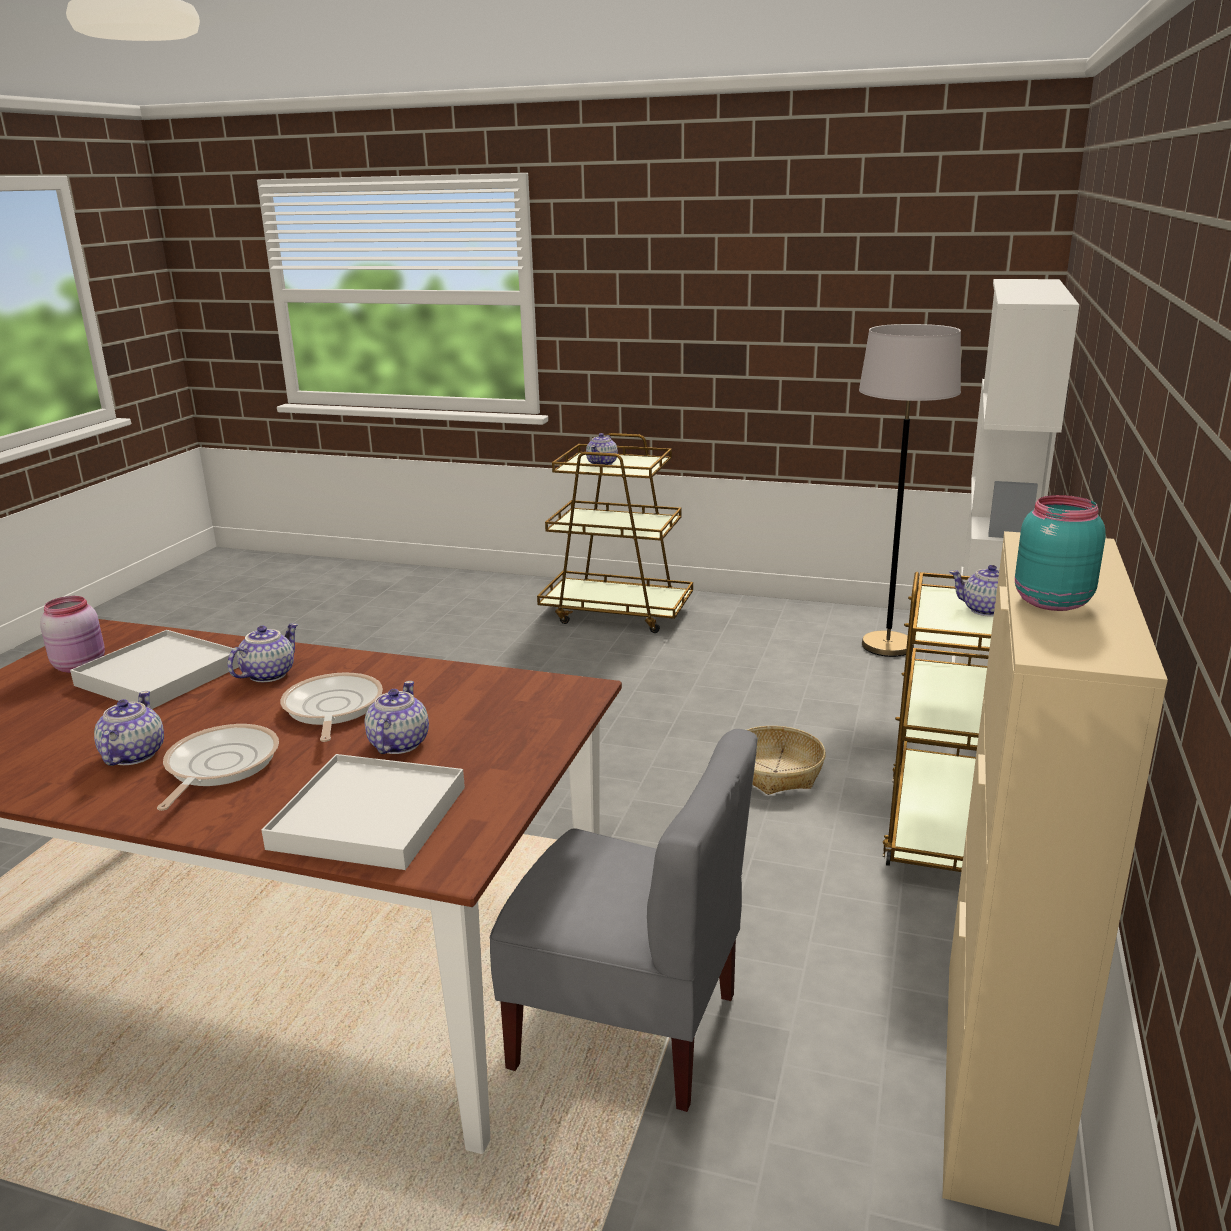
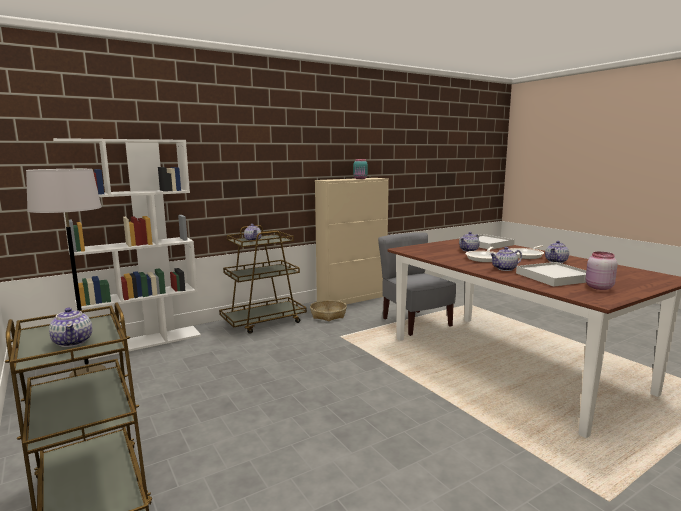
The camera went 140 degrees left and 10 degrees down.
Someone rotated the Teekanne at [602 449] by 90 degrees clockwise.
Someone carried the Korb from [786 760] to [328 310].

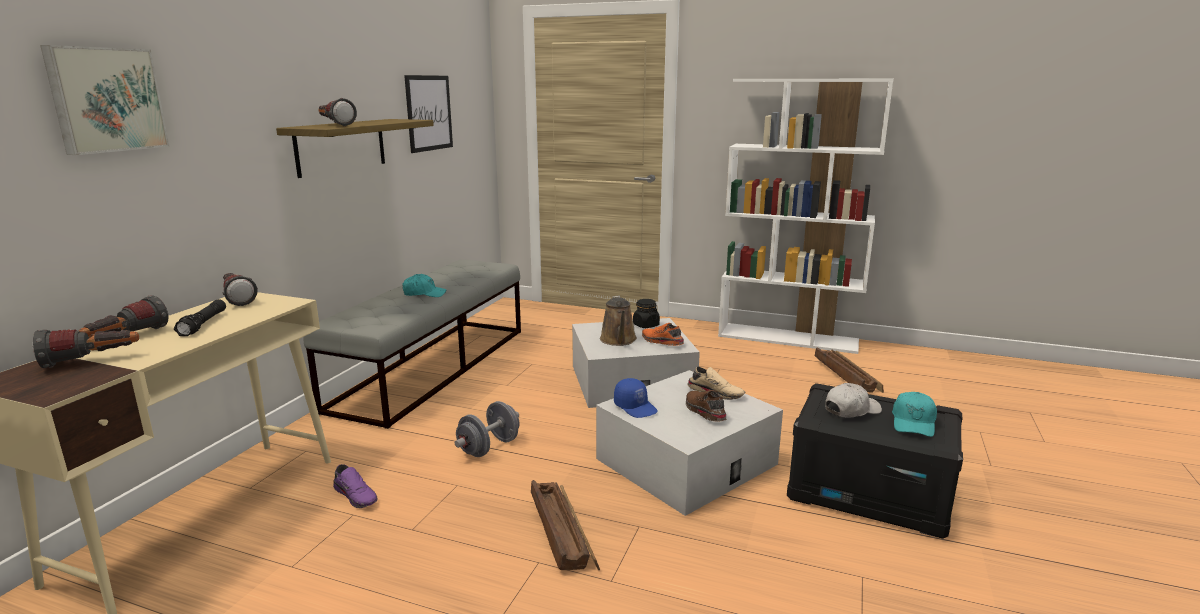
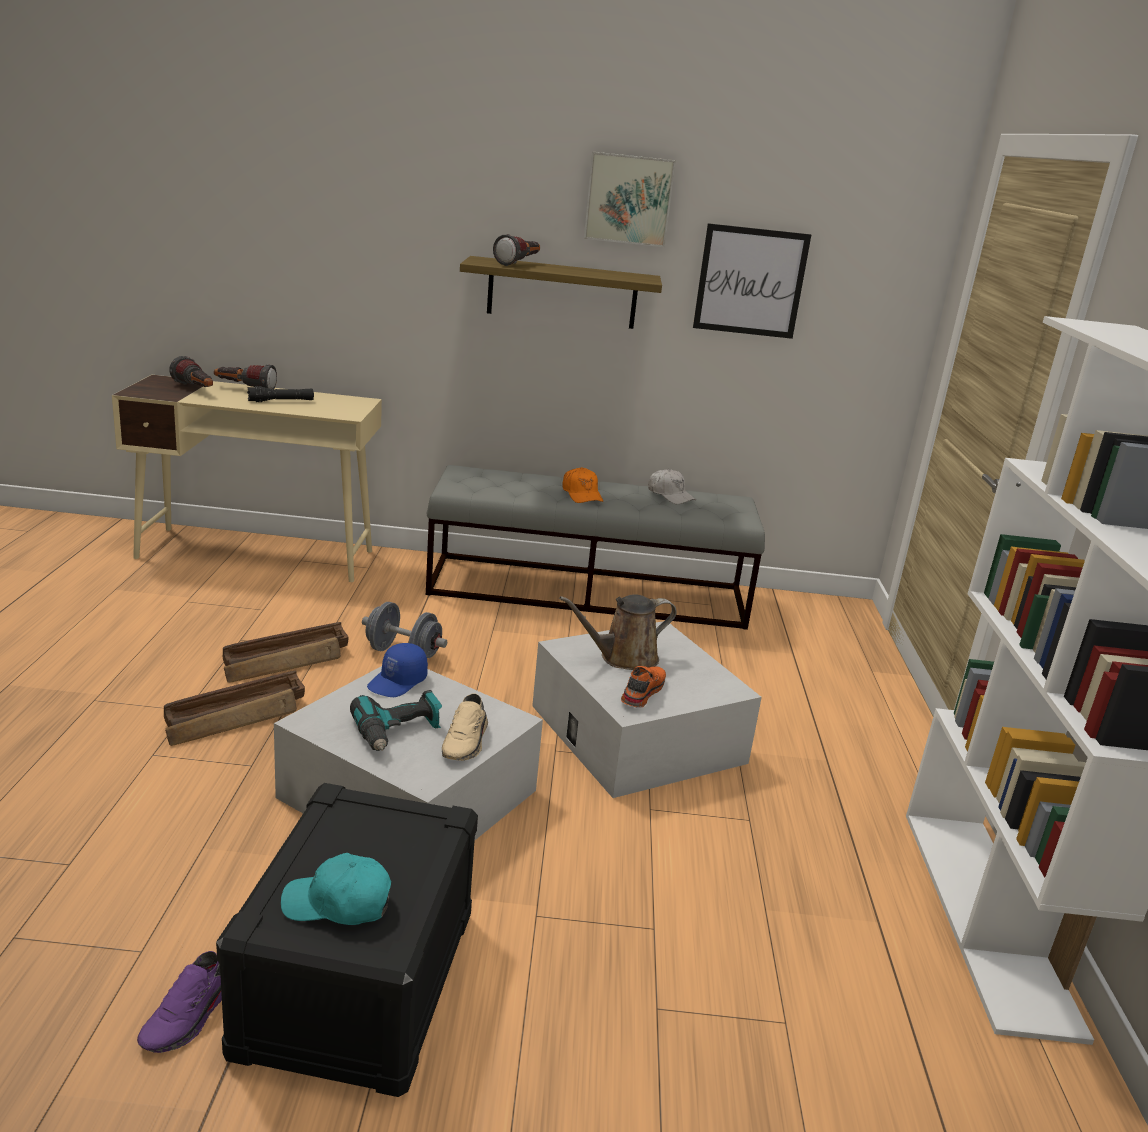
The camera went 70 degrees right and 5 degrees up.
Someone carried the Bild from [104 100] to [630 199].
Someone took away the Taschenlampe at [240 289].
Someone repainted the Kappe (türkis) at [424 285], which became the Kappe (orange) at [582 485].
Someone took away the Vorratsglas (schwarz) at [646 313].
Someone carried the Kiste from [849 370] to [285 652].
Someone carried the Kappe (weiß) from [853 400] to [672 486].
Someone swapped the Schuh (braun) at [706 406] for the Bohrmaschine at [396 720].
Someone carried the Schuh (lila) from [355 486] to [179 1002].

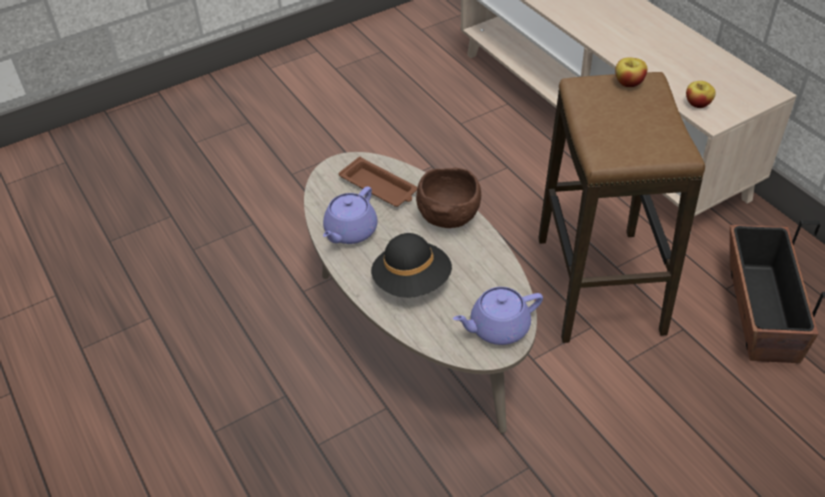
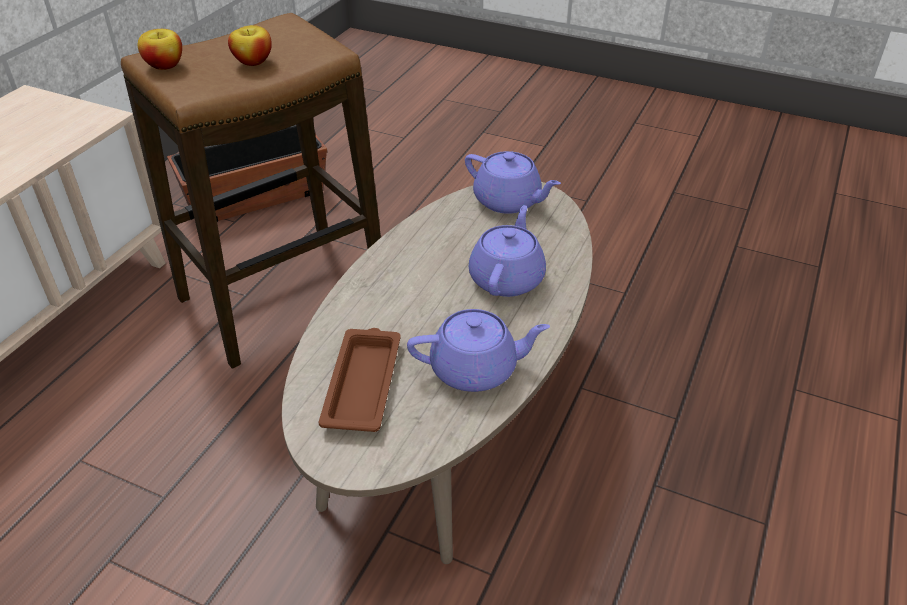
The camera went 125 degrees left and 5 degrees down.
Someone carried the Apfel from [701 94] to [250 45].
Someone took away the Schüssel (braun) at [448 197].
Someone swapped the Hut (schwarz) at [411 265] for the Teekanne (lila) at [507 251].

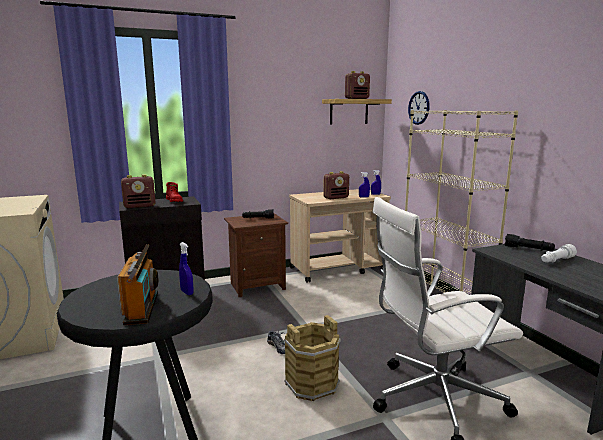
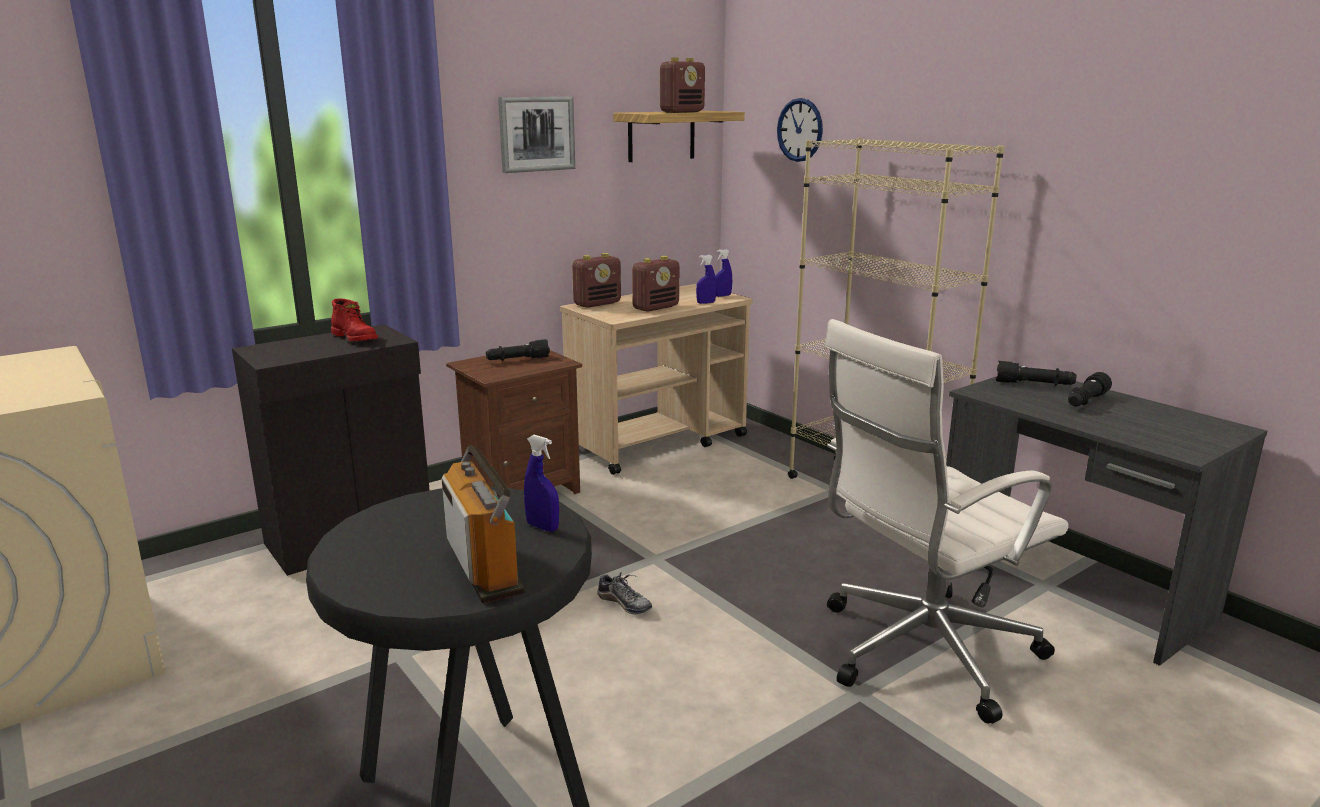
The camera went 15 degrees left and 5 degrees up.
Someone carried the Radio from [138 191] to [596 280].
Someone repainted the Taschenlampe (weiß) at [559 253], which became the Taschenlampe (schwarz) at [1090 389].
Someone took away the Eimer (braun) at [312 358].
Someone put up the Bild at [536 135].

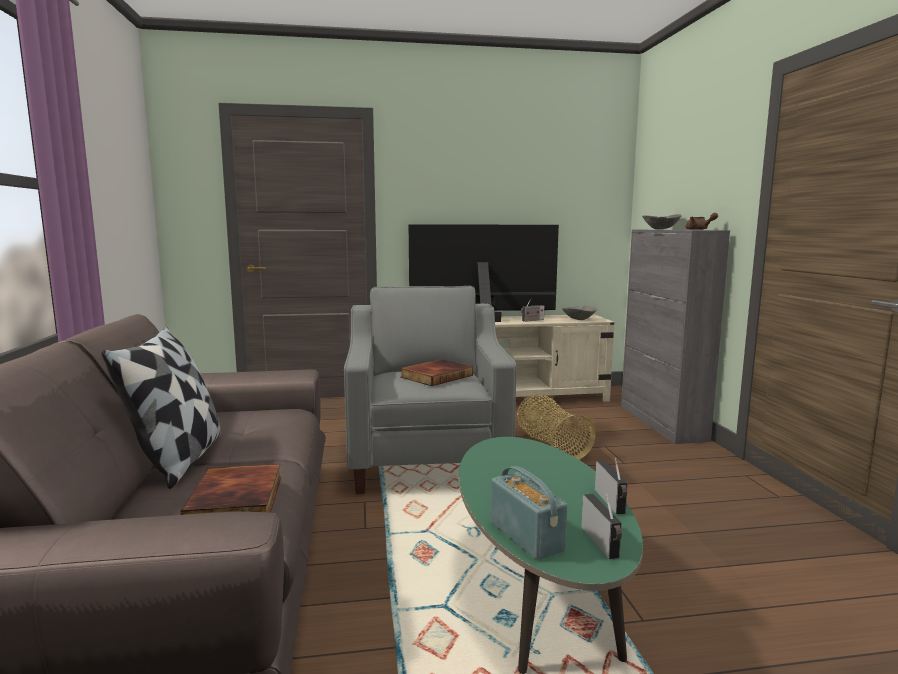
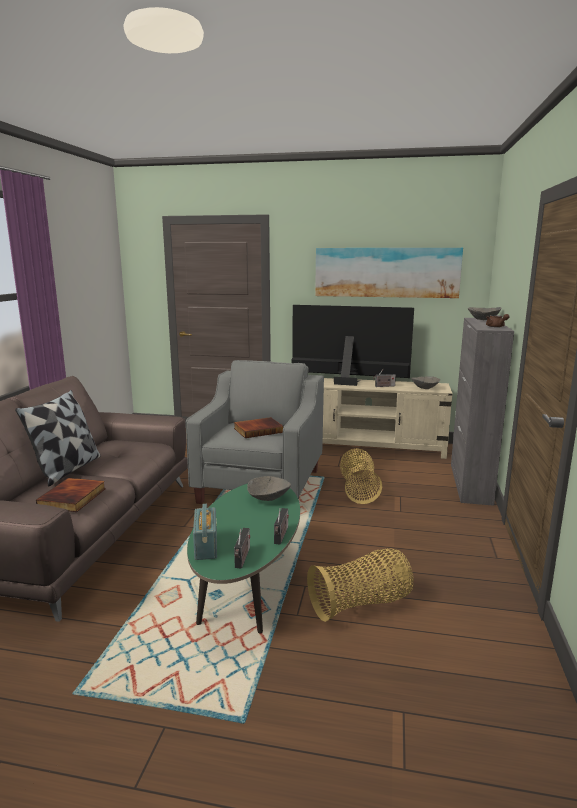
The camera went 20 degrees right and 5 degrees up.
Someone put up the Bild at [389 273].
Someone put down the Schüssel (grau) at [269 488].
Someone put down the Korb at [360 585].

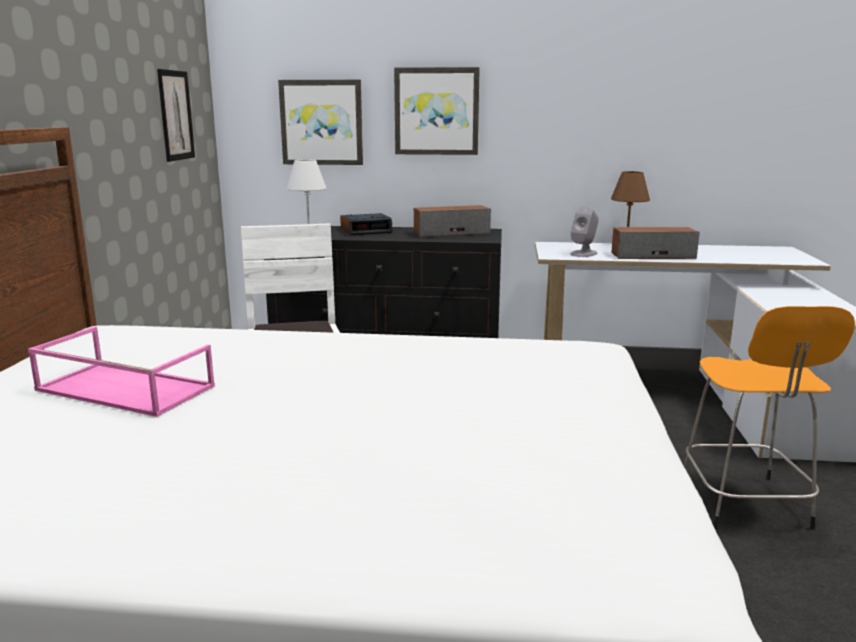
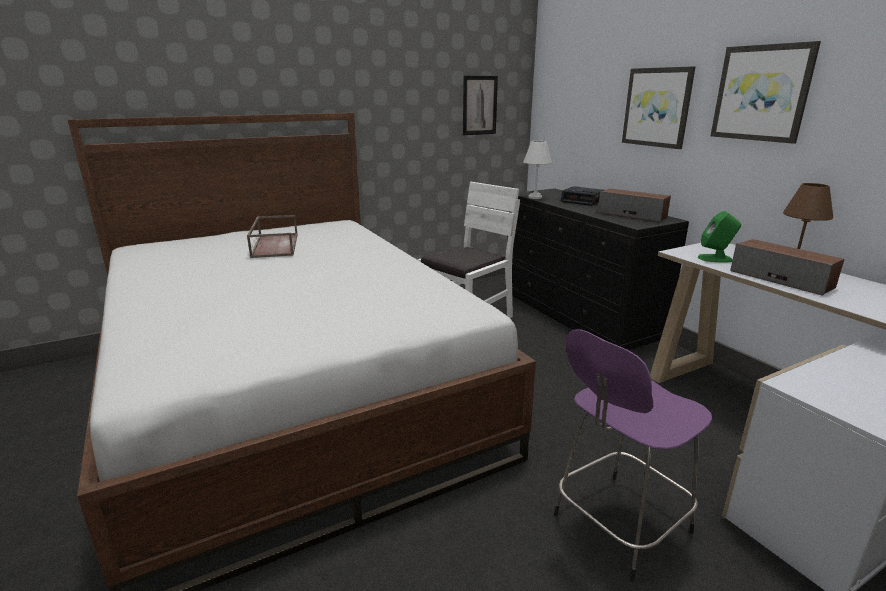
The camera went 55 degrees right and 5 degrees up.
Someone carried the Bild from [320 122] to [766 92].
Someone repainted the Lautsprecher (grau) at [584 231], which became the Lautsprecher (grün) at [719 236].
Someone repainted the Hocker (orange) at [769 418], which became the Hocker (lila) at [633 455].
Someone repainted the Tablett (rosa) at [121 372], which became the Tablett (braun) at [272 236].

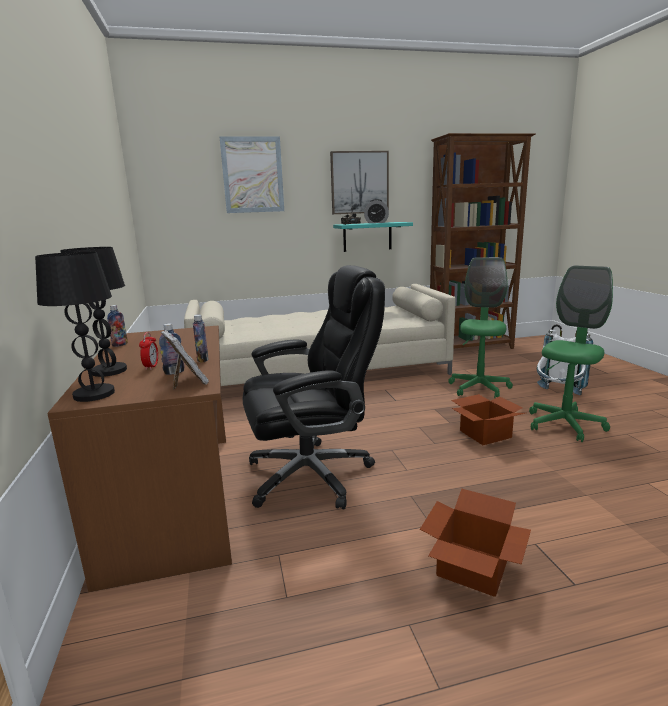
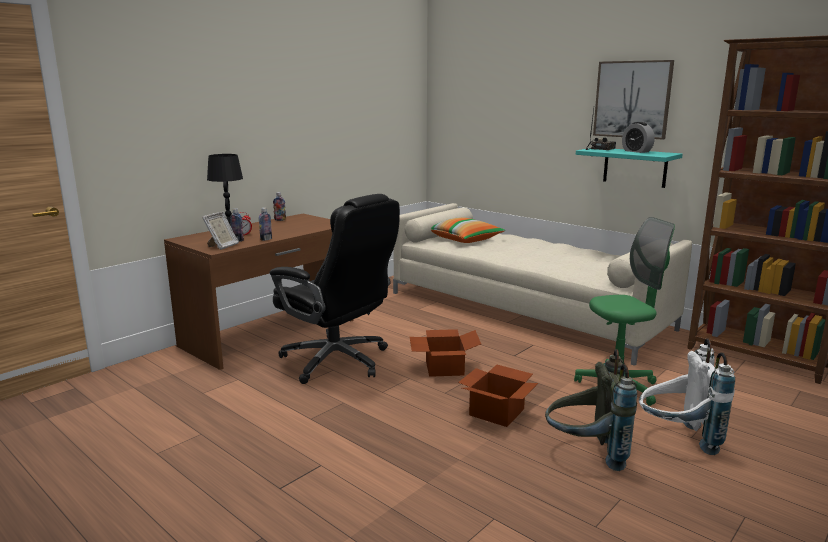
The camera went 55 degrees right and 0 degrees up.
Someone took away the Bild at [252 175].
Someone took away the Tischlampe (schwarz) at [75 327].
Someone swapped the Bürostuhl (grün) at [571 354] for the Rucksack (grau) at [591 410].
Someone carried the Karton from [475 543] to [445 353].
Someone put down the Kissen at [468 230].

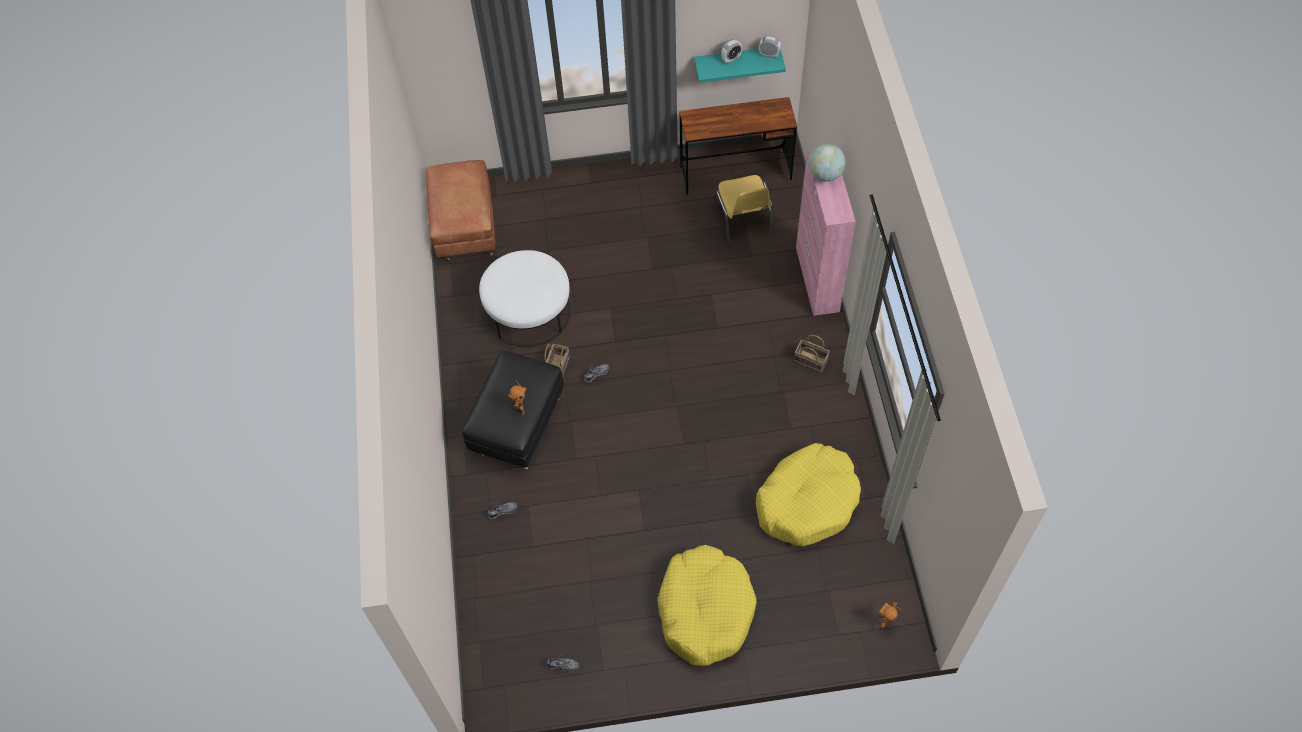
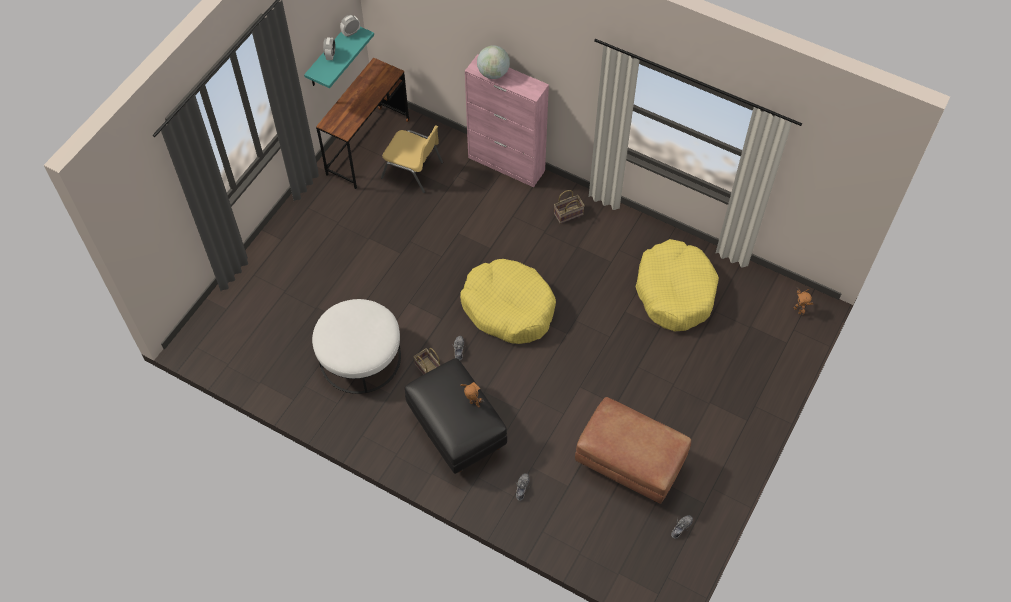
The camera went 55 degrees left and 0 degrees up.
Someone carried the Polsterhocker (braun) from [460 211] to [633 450].
Someone carried the Hundebett (gelb) from [706 605] to [508 301].

